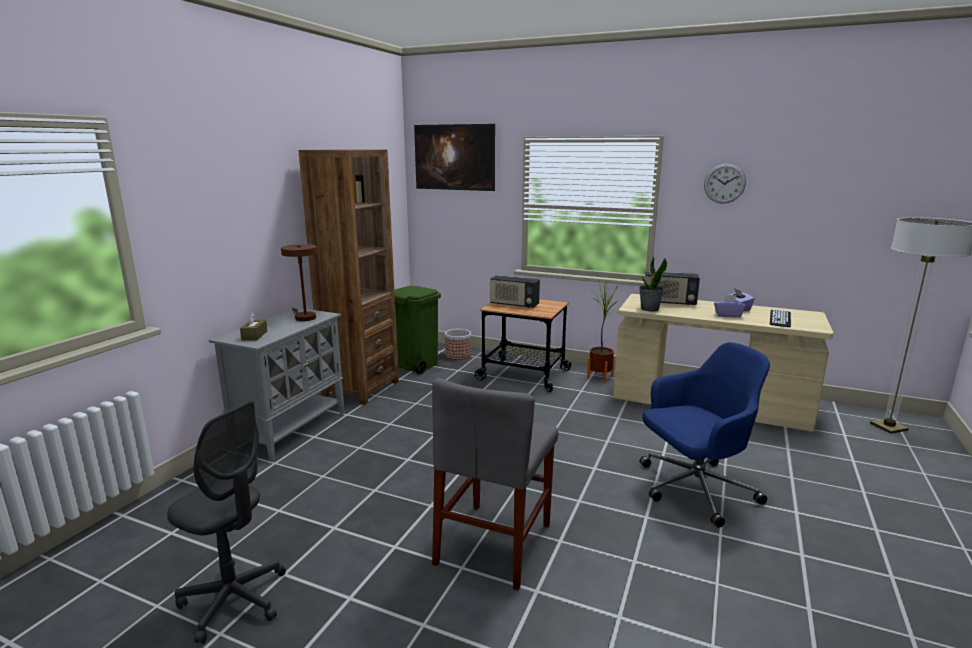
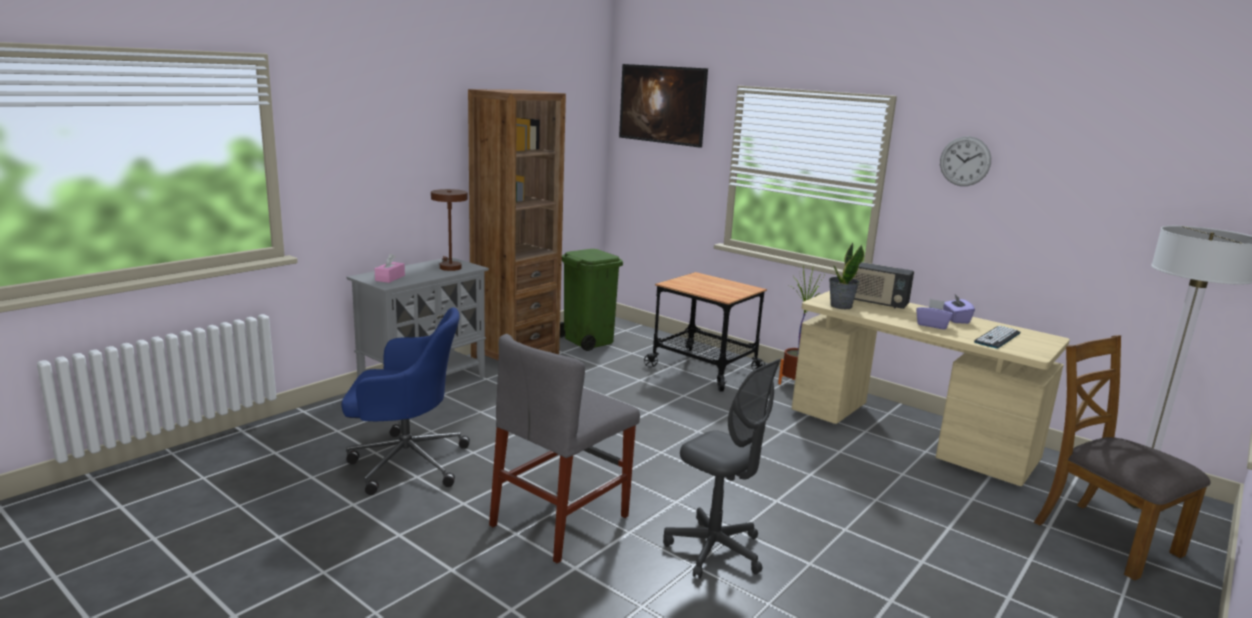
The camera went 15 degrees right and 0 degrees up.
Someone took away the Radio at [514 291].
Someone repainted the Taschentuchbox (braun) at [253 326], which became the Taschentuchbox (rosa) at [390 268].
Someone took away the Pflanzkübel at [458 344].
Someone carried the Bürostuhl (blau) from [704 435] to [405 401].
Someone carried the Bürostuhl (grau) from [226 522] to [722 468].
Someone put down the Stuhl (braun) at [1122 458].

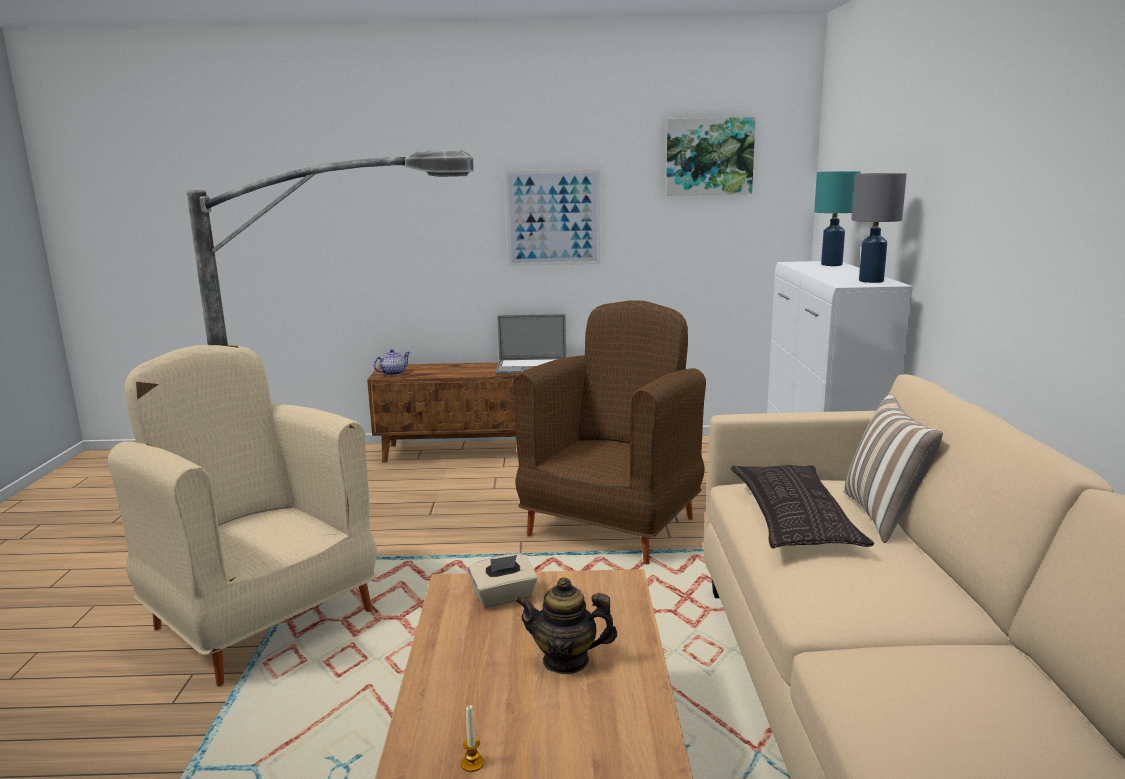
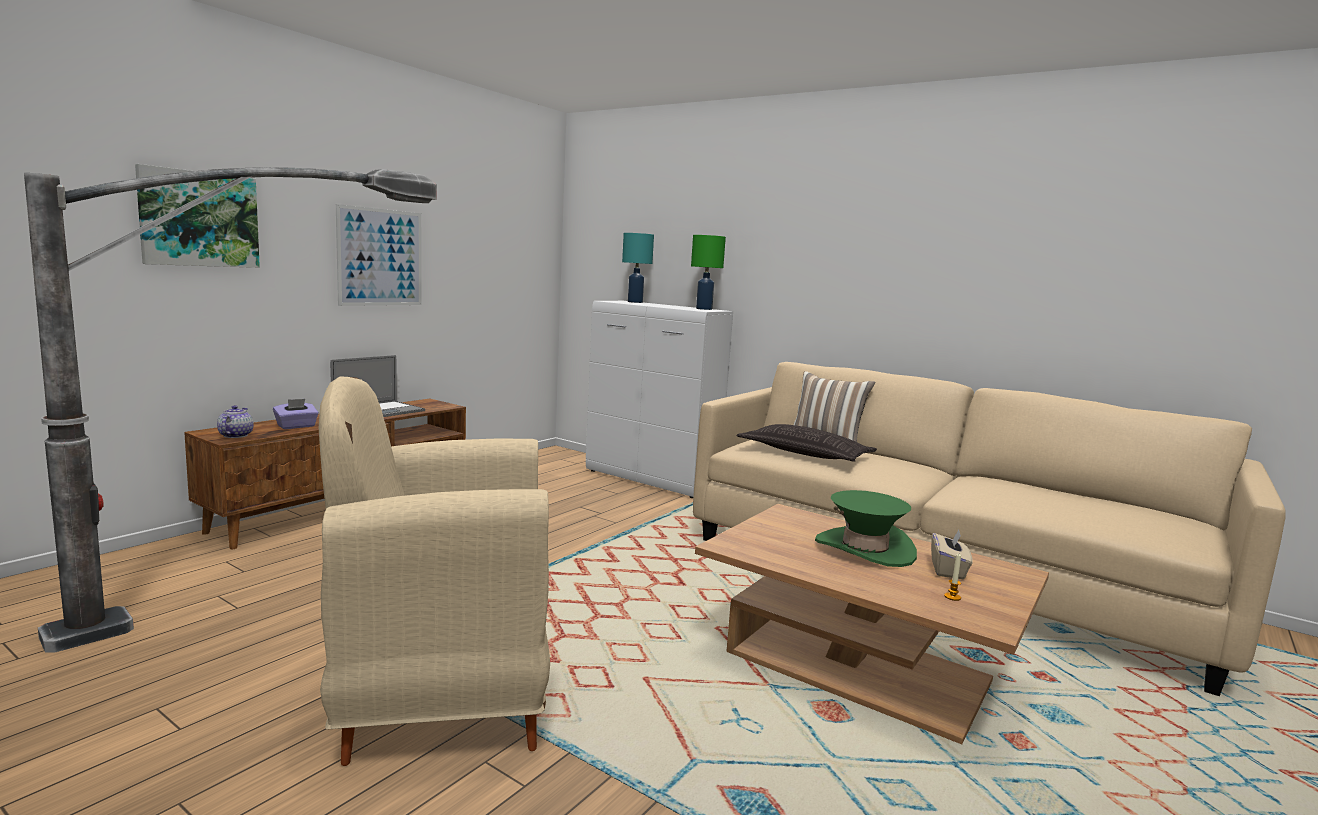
The camera went 55 degrees left and 5 degrees down.
Someone carried the Bild from [710 156] to [197 216].
Someone repainted the Tischlampe (grau) at [879 228], which became the Tischlampe (grün) at [708 272].
Someone took away the Sessel (braun) at [609 432].
Someone carried the Taschentuchbox (beige) from [502 581] to [951 554].
Someone swapped the Teekanne at [566 625] for the Hut (grün) at [866 528].
Someone put down the Taschentuchbox (lila) at [296 414].

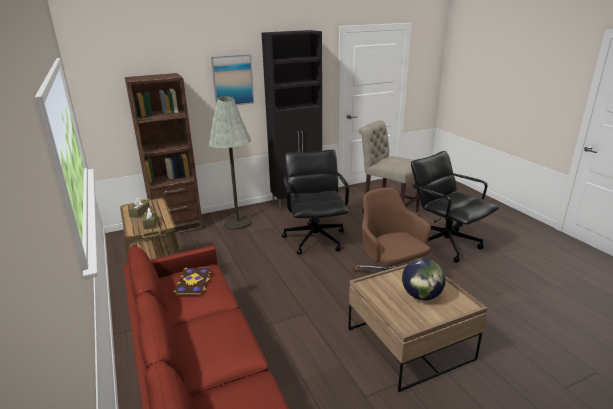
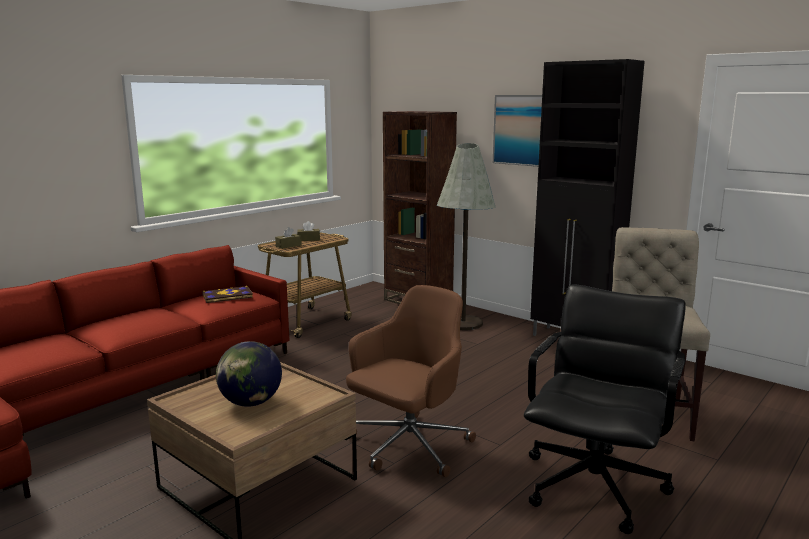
The camera went 65 degrees right and 10 degrees down.
Someone took away the Bürostuhl (schwarz) at [315 202].

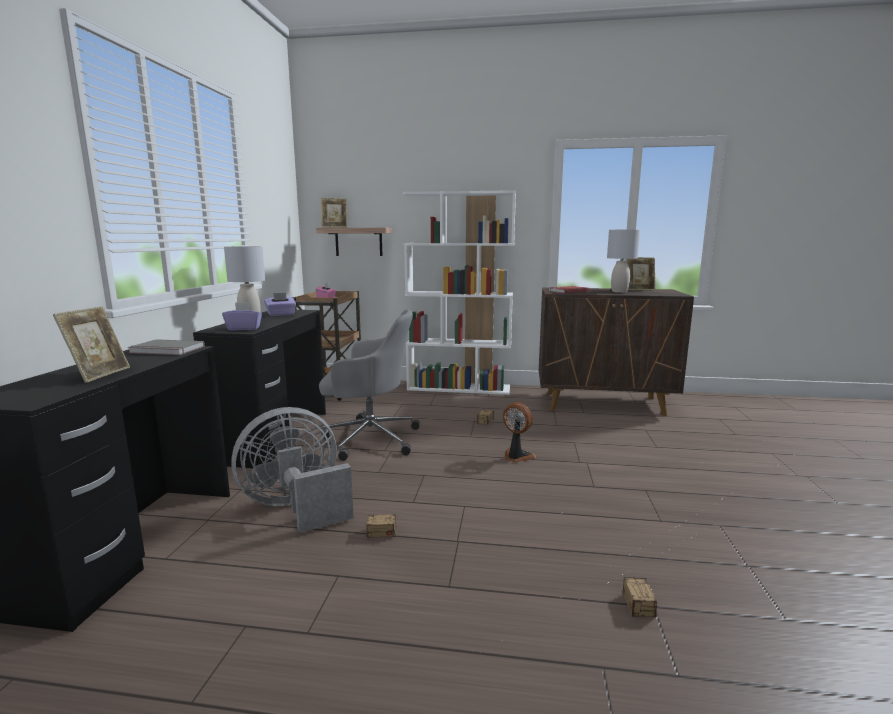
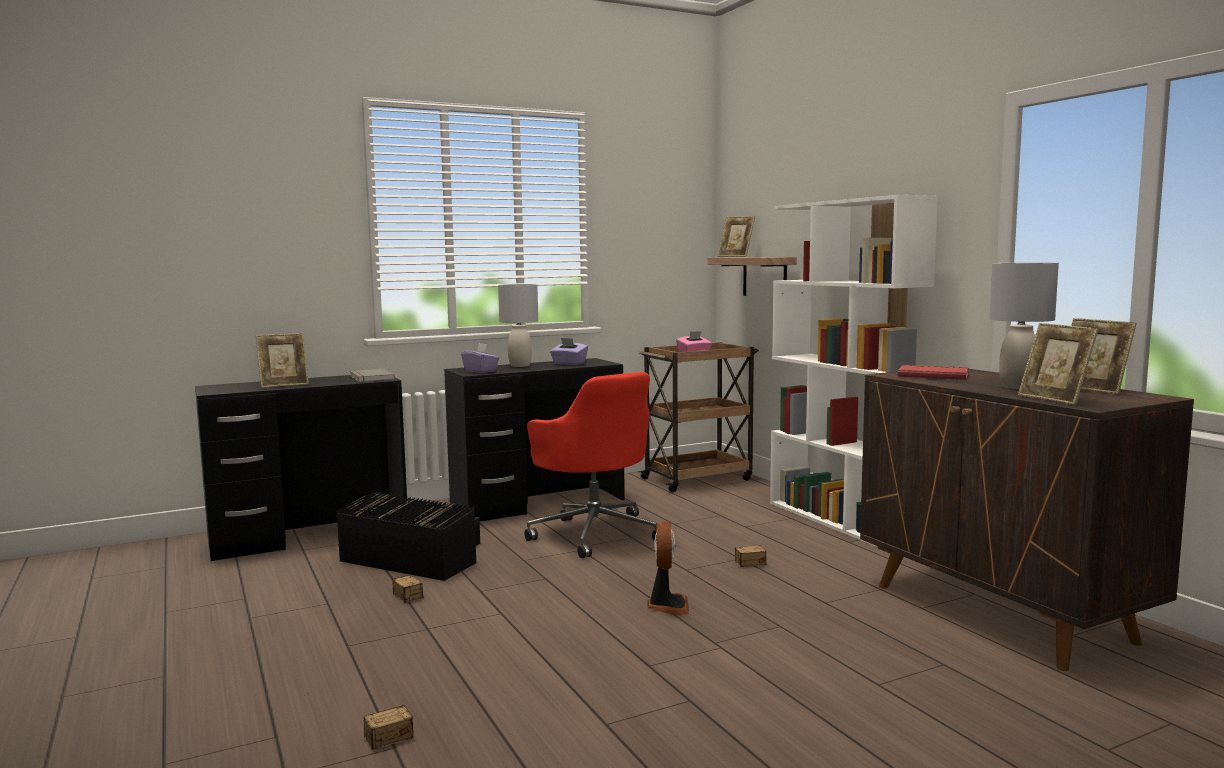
The camera went 55 degrees right and 5 degrees down.
Someone repainted the Bürostuhl (grau) at [369 385], which became the Bürostuhl (rot) at [590 465].
Someone swapped the Ventilator (grau) at [293 470] for the Aufbewahrungsbox (schwarz) at [408 536].
Someone put down the Bilderrahmen at [1058 364].

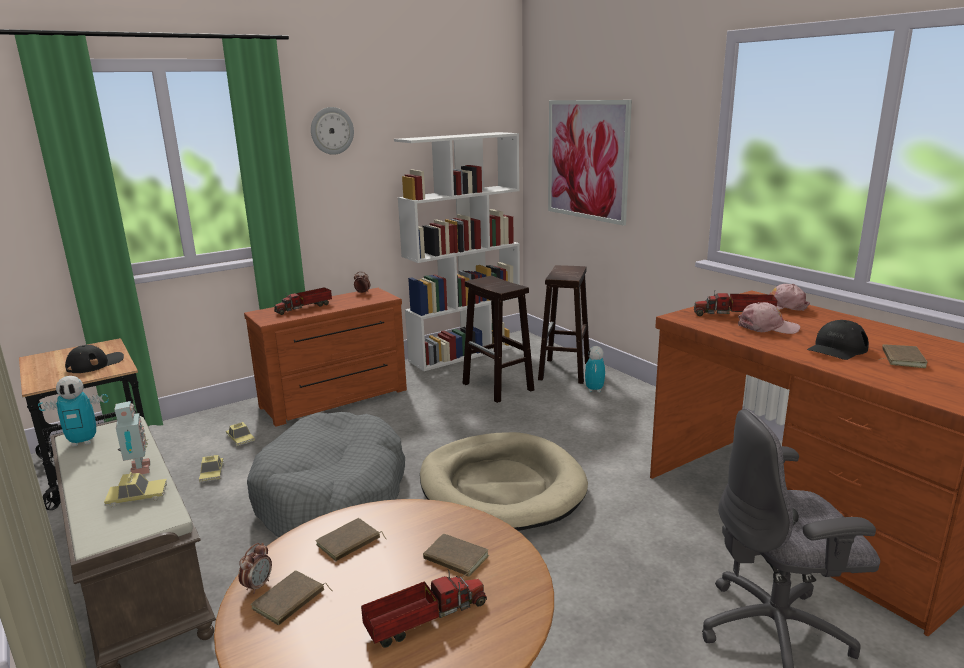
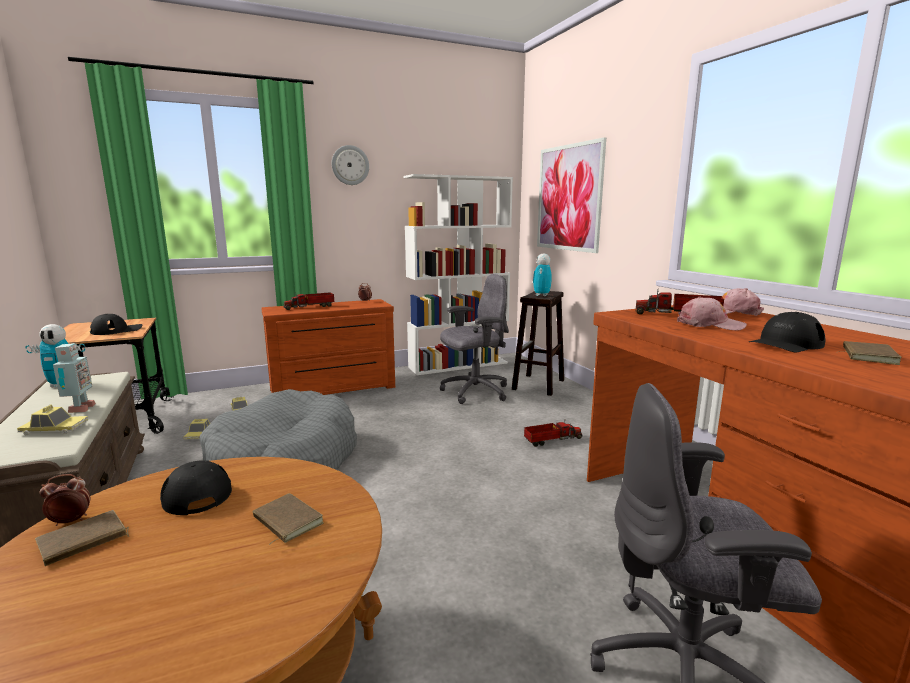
The camera went 10 degrees right and 5 degrees down.
Someone swapped the Hocker (braun) at [498 339] for the Bürostuhl (grau) at [474 339].
Someone carried the Spielzeugroboter from [595 369] to [542 274].
Someone took away the Hundebett (beige) at [504 481].
Someone swapped the Buch (braun) at [351 539] for the Kappe (schwarz) at [196 487].
Someone rotated the Wecker at [255 568] by 150 degrees counterclockwise.
Someone carried the Spielzeuglaster from [424 608] to [553 434].

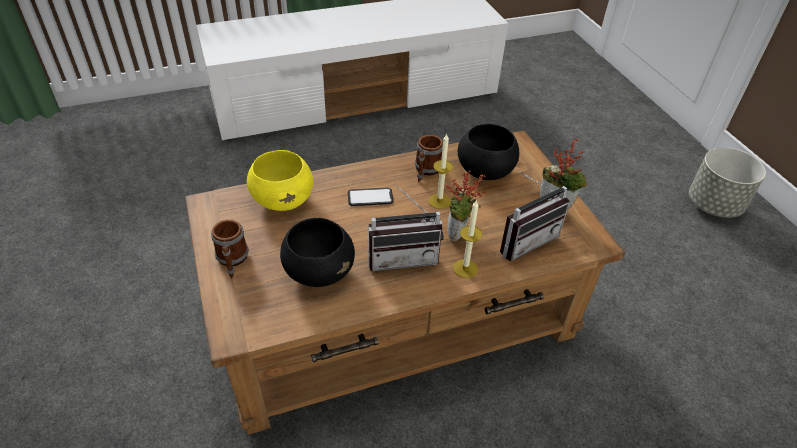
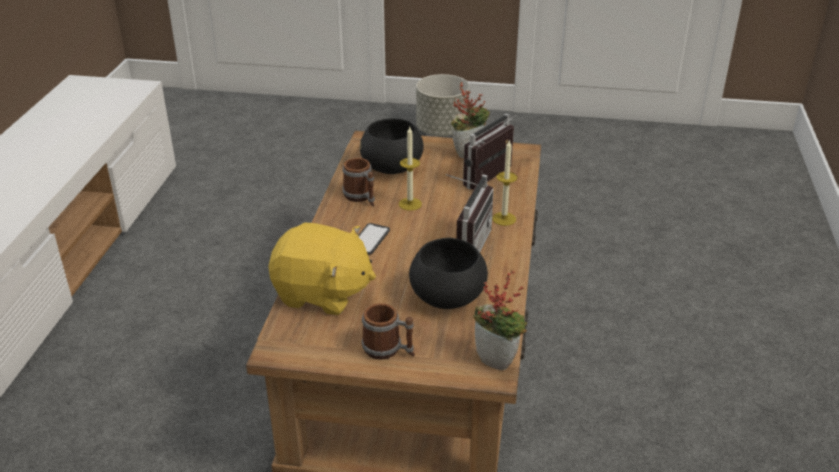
The camera went 60 degrees left and 10 degrees down.
Someone swapped the Schüssel (gelb) at [280 180] for the Plüschtier (gelb) at [322 269].
Someone carried the Topfpflanze from [465 206] to [500 320].
Someone rotated the Radio at [534 216] by 135 degrees counterclockwise.

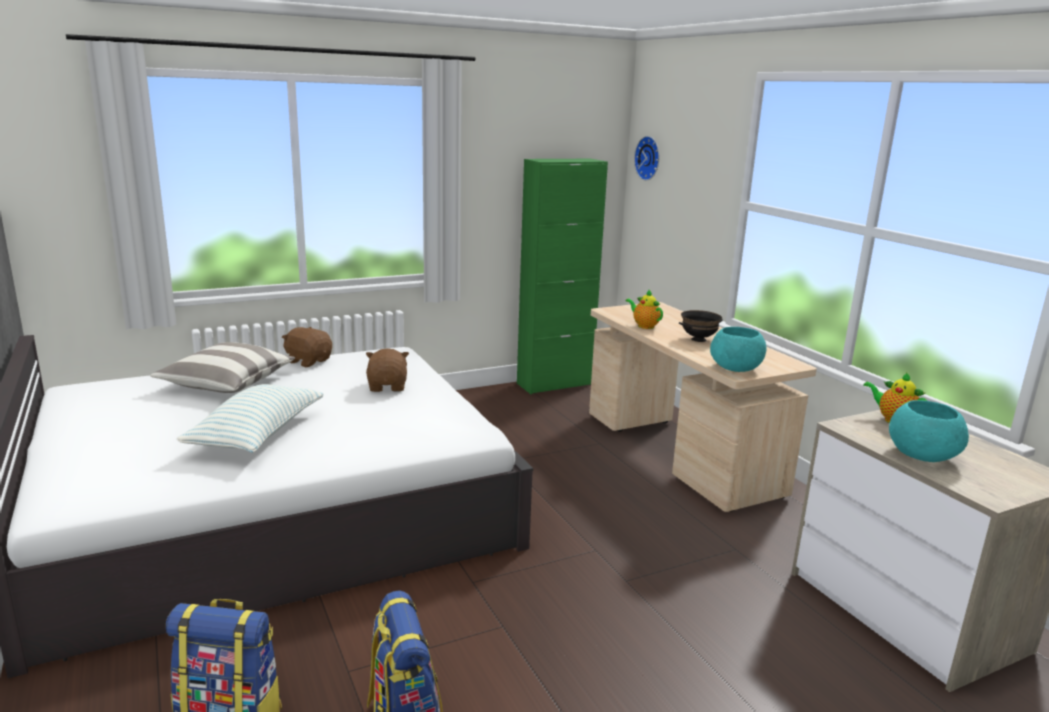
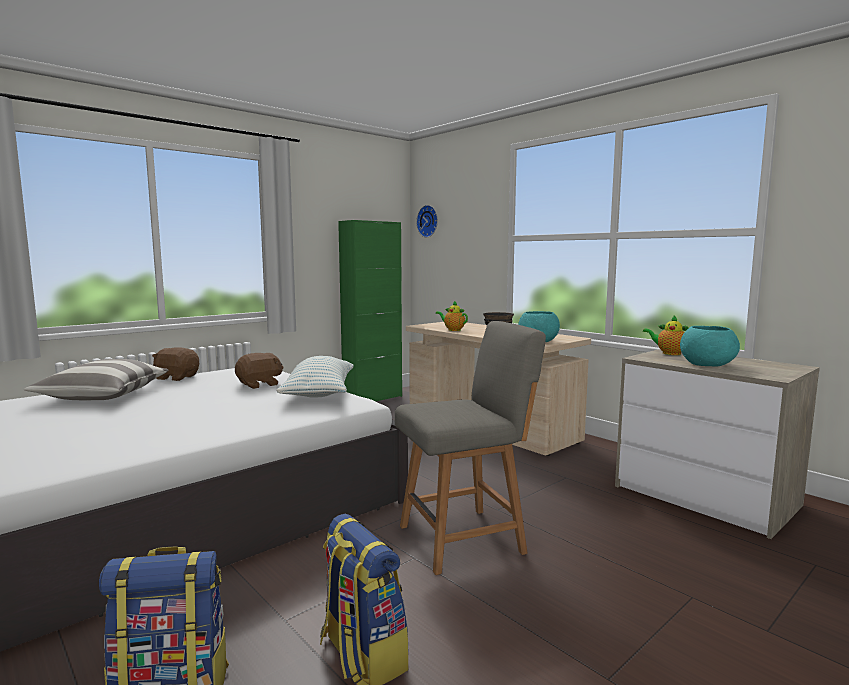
The camera went 15 degrees left and 10 degrees down.
Someone rotated the Plüschtier (braun) at [387 370] by 75 degrees clockwise.
Someone carried the Kissen from [250 418] to [315 377].
Someone put down the Stuhl (grau) at [470 448].

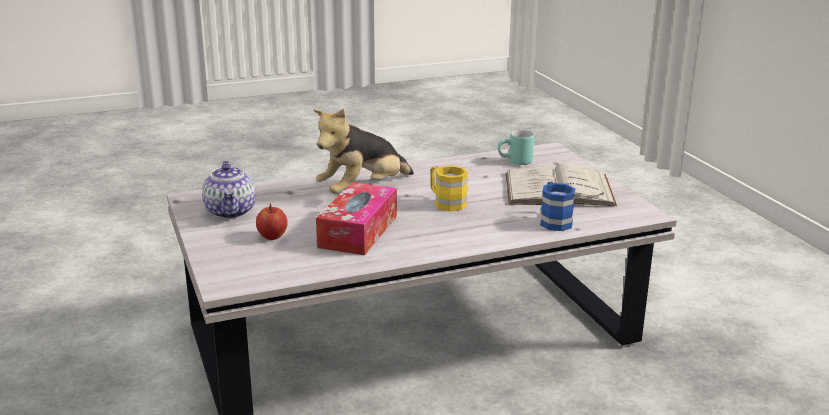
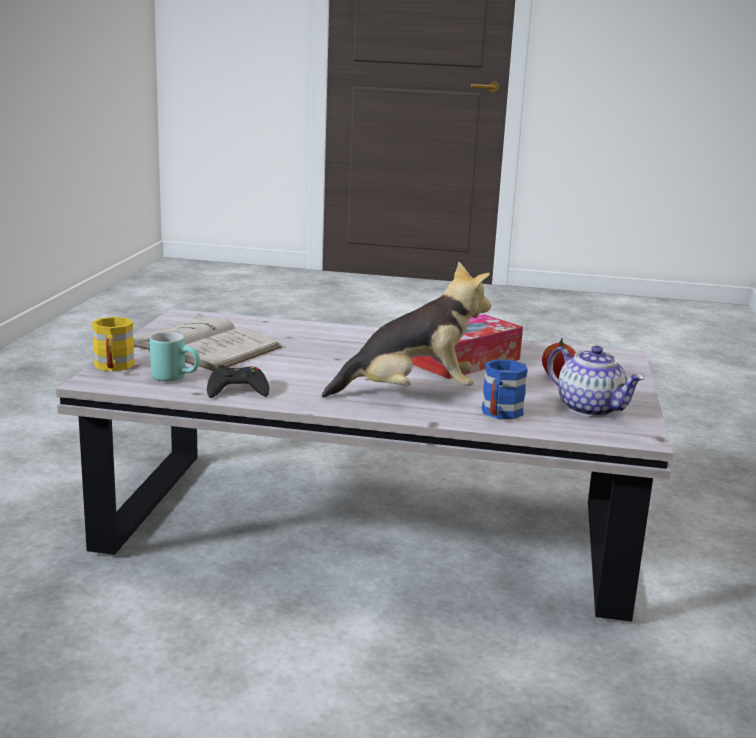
The camera went 150 degrees left and 5 degrees down.
Someone rotated the Teekanne at [229 190] by 120 degrees clockwise.
Someone carried the Henkelbecher (gelb) from [449 188] to [113 344].
Someone carried the Henkelbecher (blau) from [558 206] to [505 389].
Someone put down the Gamepad (schwarz) at [238 381].

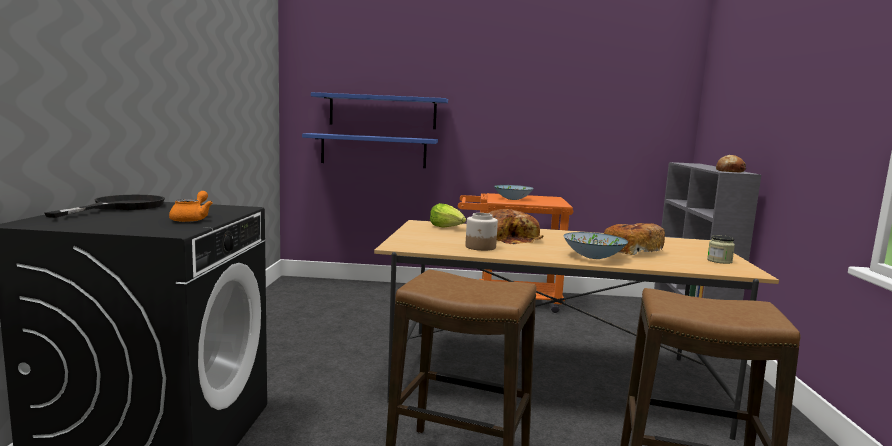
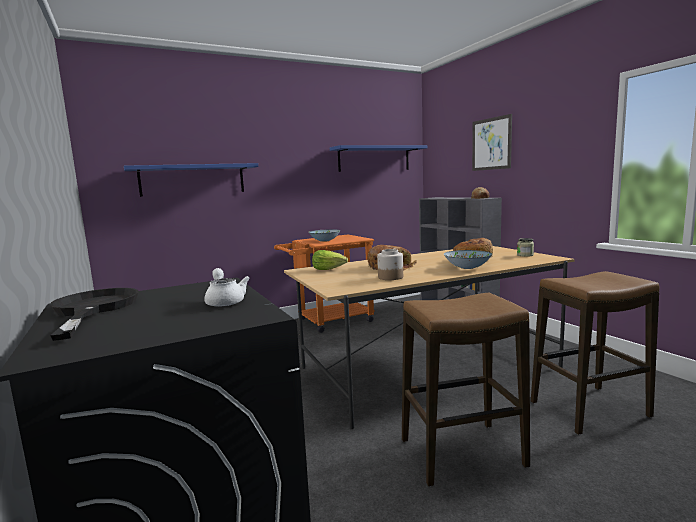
The camera went 30 degrees left and 0 degrees up.
Someone carried the Wandregal (blau) from [370 150] to [378 158].
Someone repainted the Teekanne (orange) at [191 206], which became the Teekanne (weiß) at [227 287].
Someone put up the Bild at [492 142].

